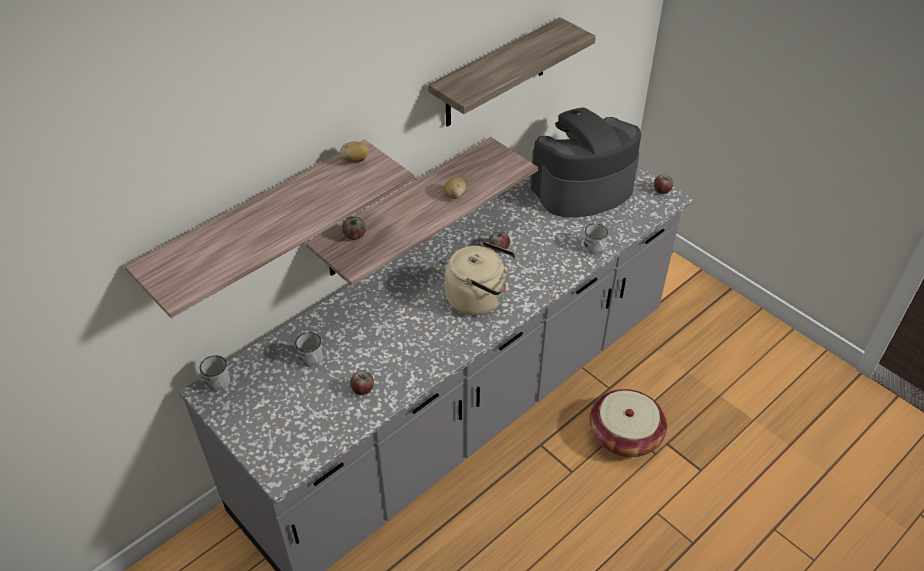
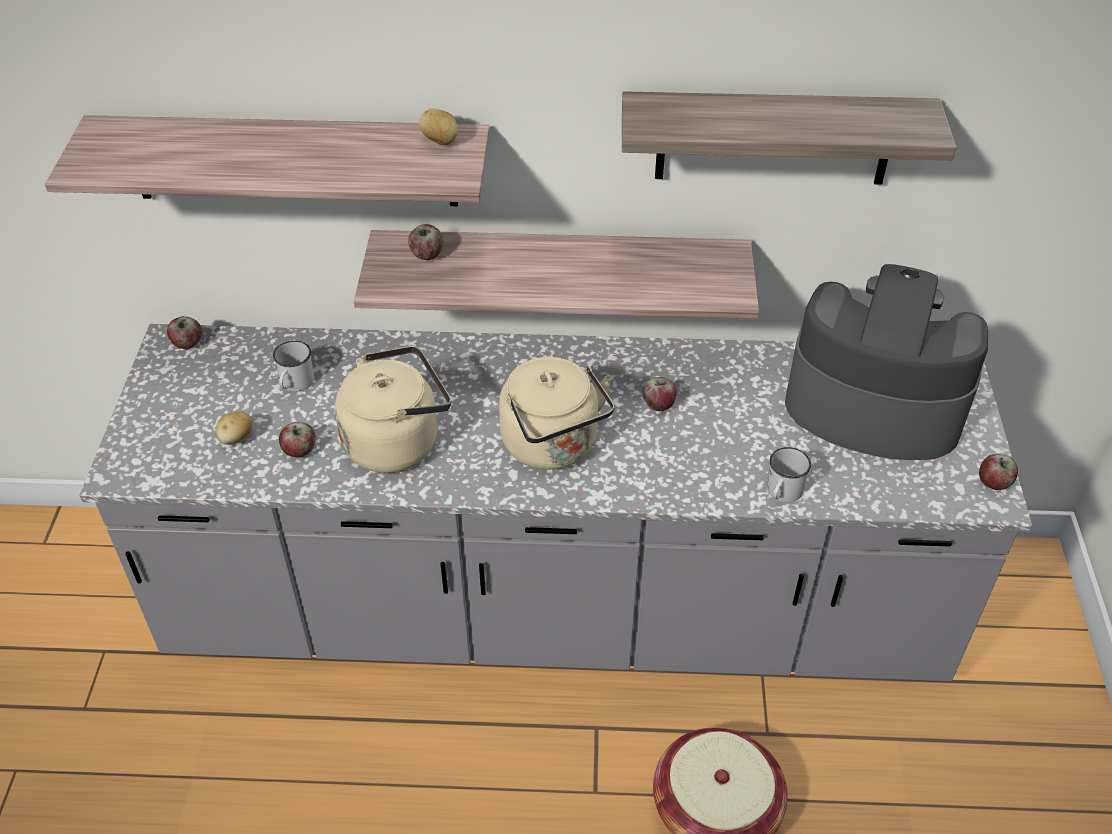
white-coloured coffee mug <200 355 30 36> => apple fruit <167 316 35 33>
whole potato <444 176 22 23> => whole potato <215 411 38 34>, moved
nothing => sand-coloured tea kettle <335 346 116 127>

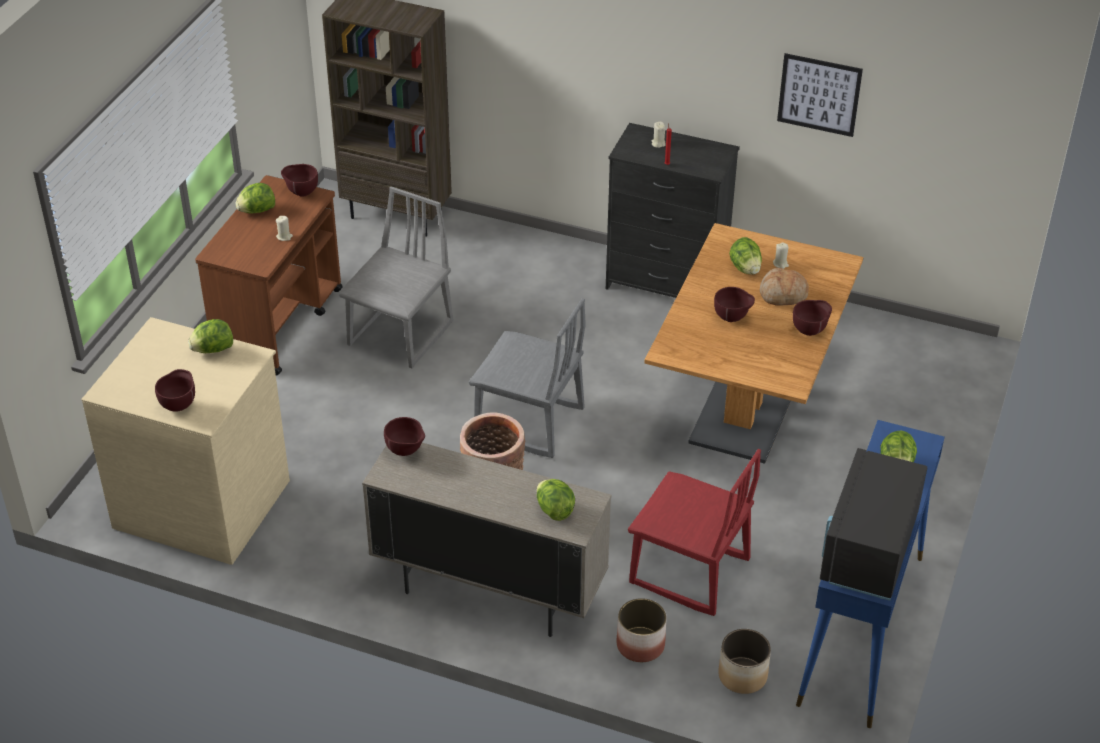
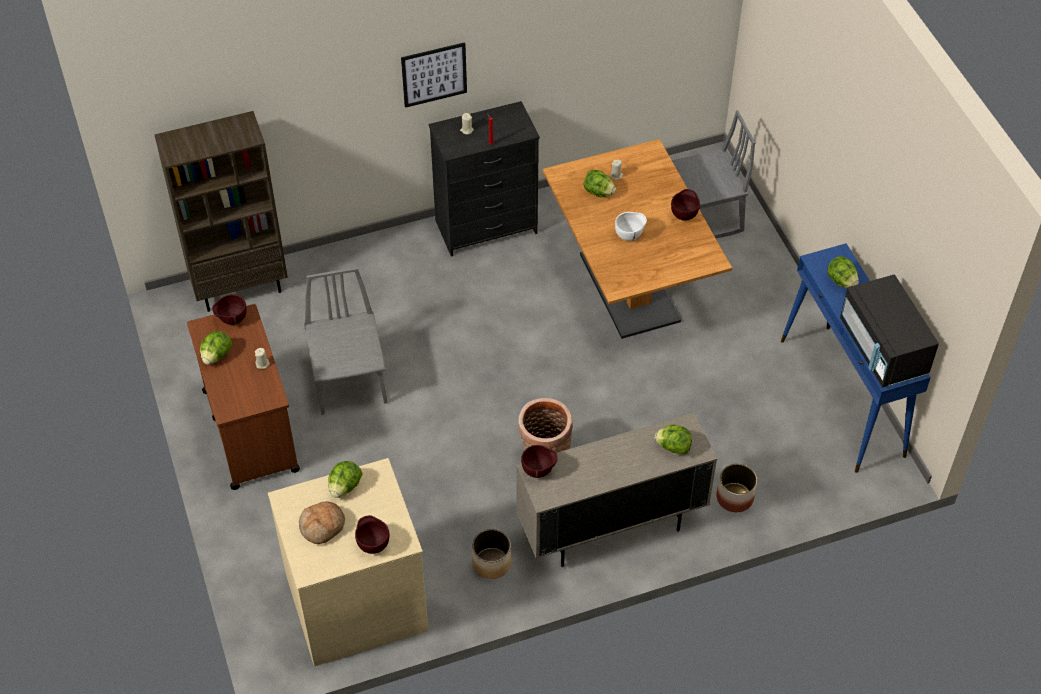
bread <760 268 49 38> => bread <299 501 46 43>, moved
picture <777 53 86 84> => picture <401 42 66 66>, moved
planter <718 629 53 65> => planter <472 529 39 50>, moved
brownish deep dish <714 287 41 35> => white-coloured deep dish <615 212 32 29>
grey plain chair <469 298 117 160> => grey plain chair <672 110 83 128>, moved
red-coloured plain chair <628 449 133 167> => nothing

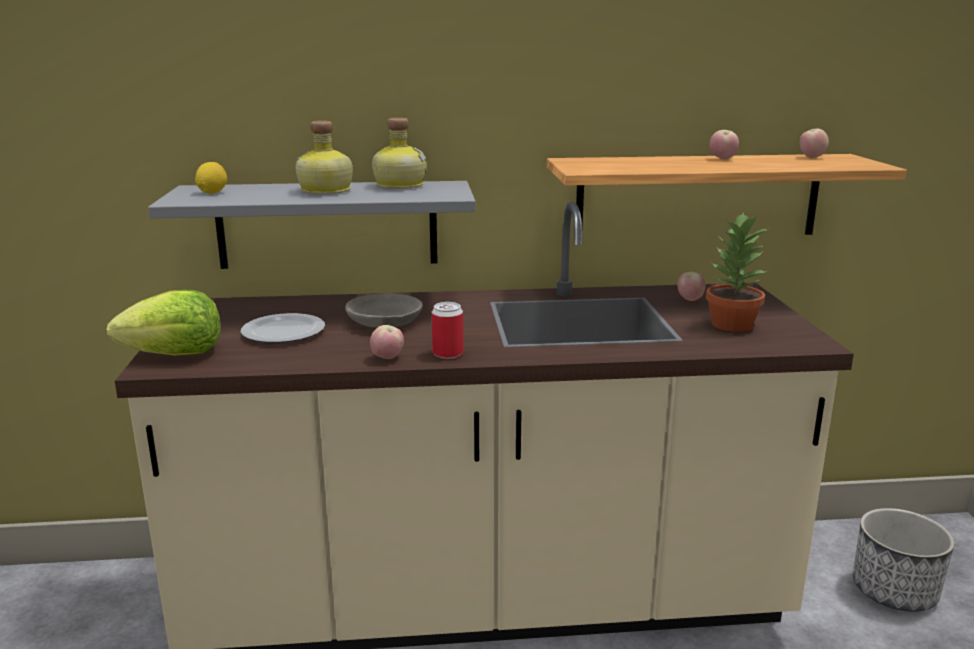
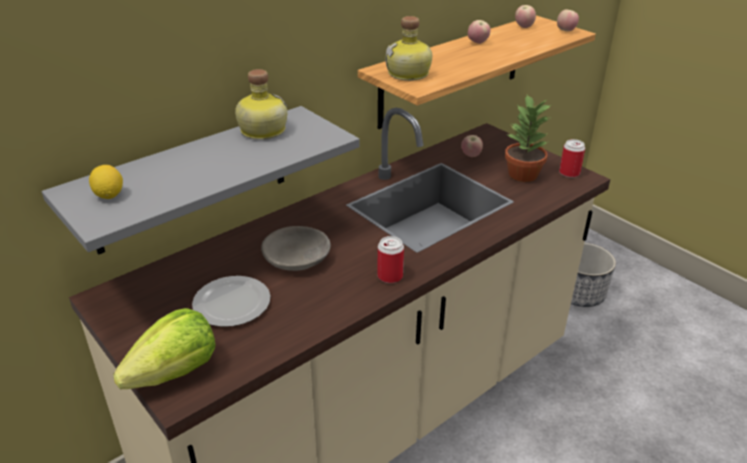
beverage bottle <296 121 57 73> => beverage bottle <385 16 47 65>, moved
apple fruit <370 325 34 34> => apple fruit <557 9 22 22>, moved
nothing => sealed can <559 139 26 39>

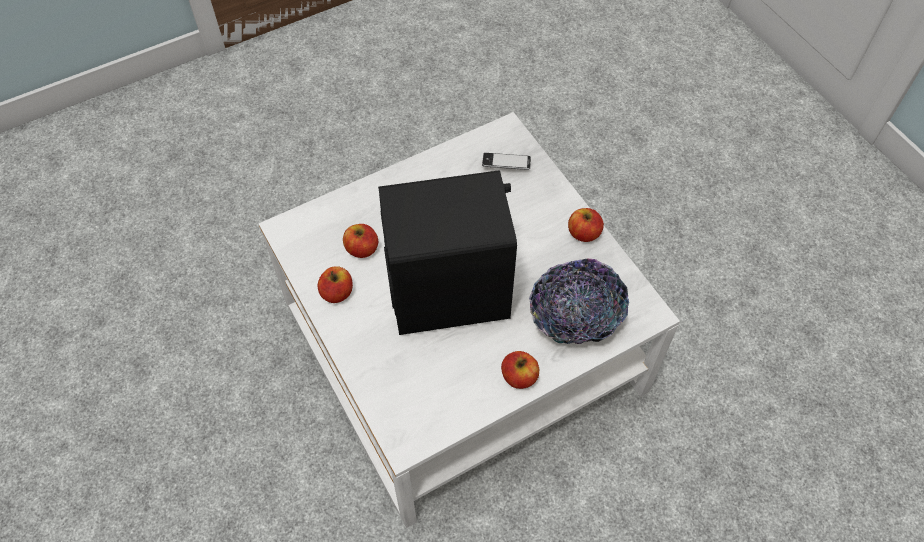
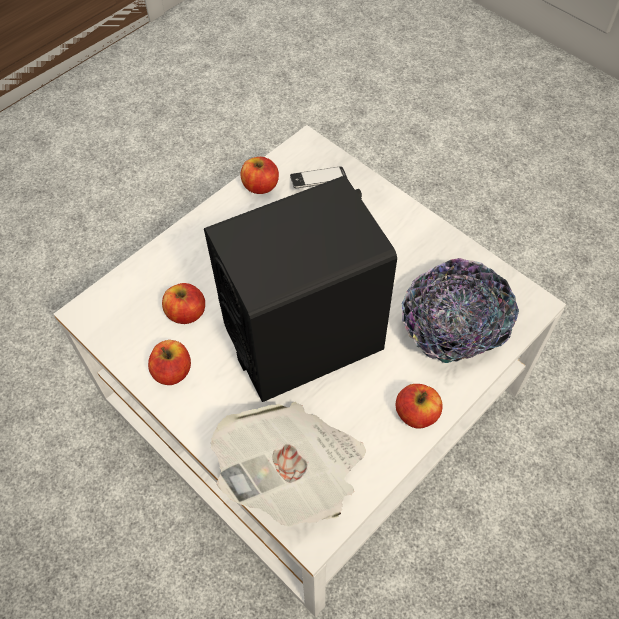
nothing => printed paper <211 402 155 125>
apple fruit <568 208 36 34> => apple fruit <241 157 38 37>, moved

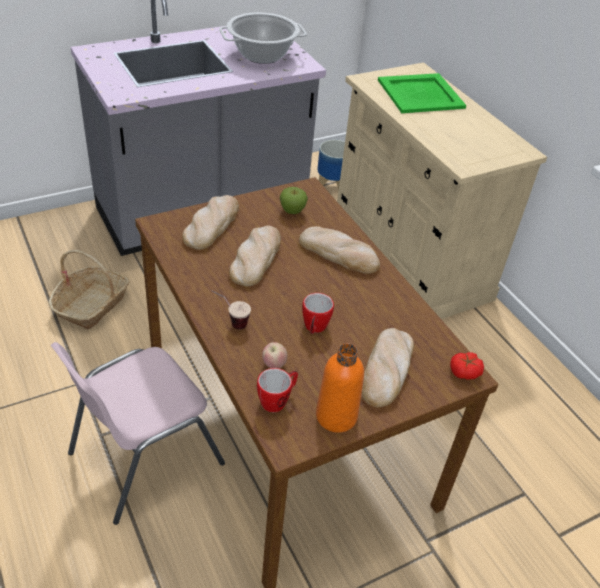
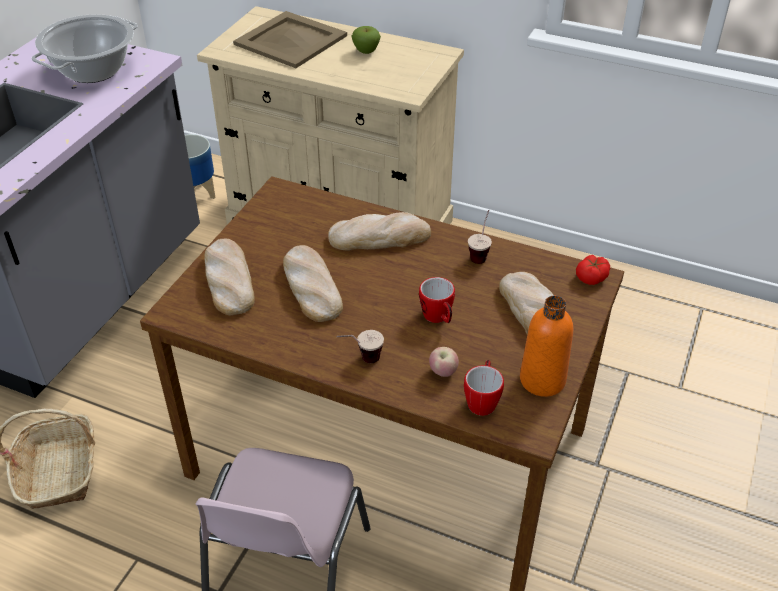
green carrying tray <378 73 89 40> => sand-coloured carrying tray <233 11 114 57>
apple fruit <280 187 28 27> => apple fruit <352 26 29 28>, moved
nothing => drinking cup <468 210 24 54>

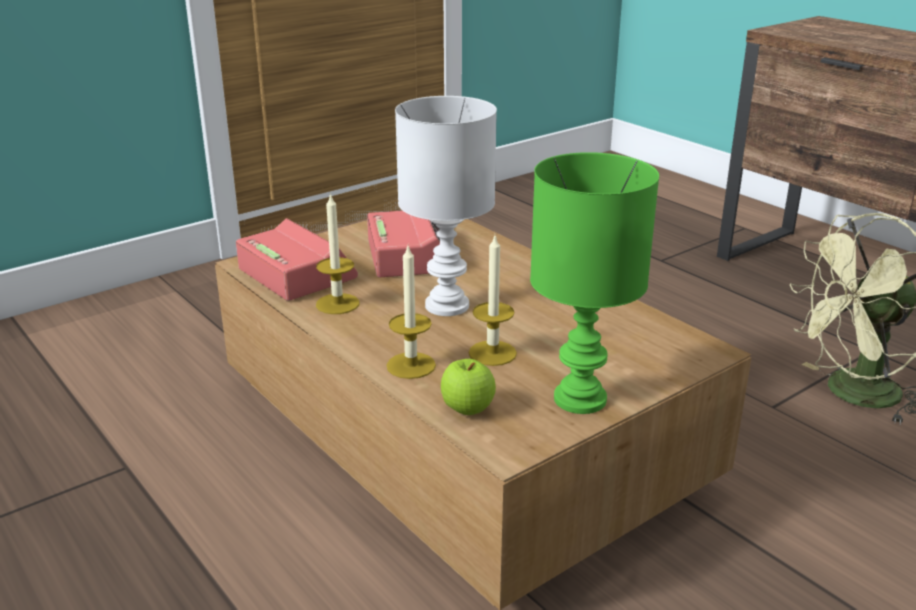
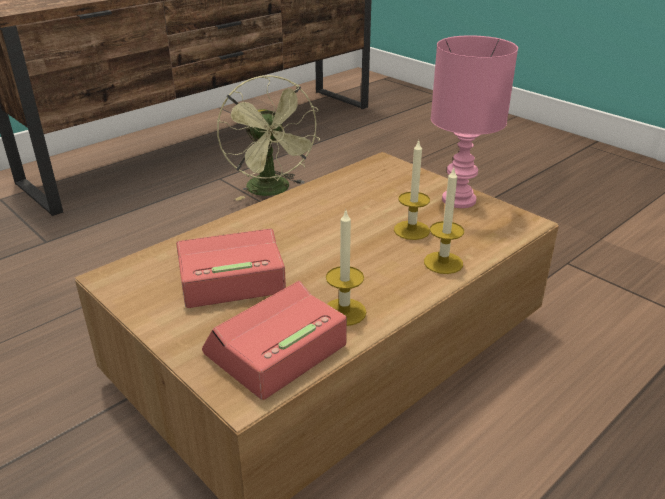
green lamp for a table <530 152 129 262> => pink lamp for a table <431 35 87 173>
white-coloured lamp for a table <395 96 102 220> => nothing
apple fruit <441 359 55 56> => nothing

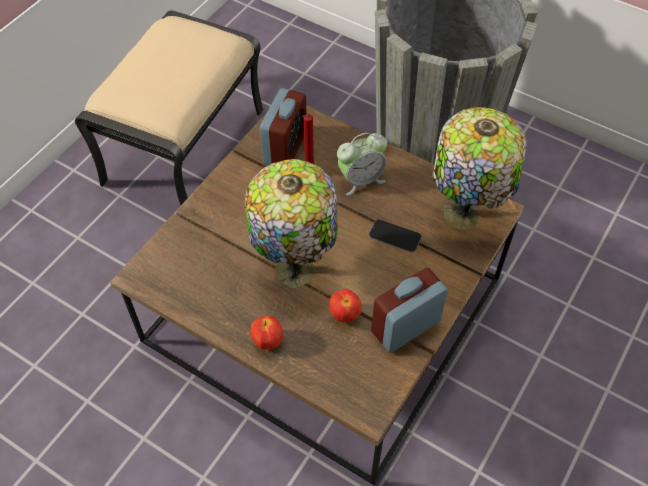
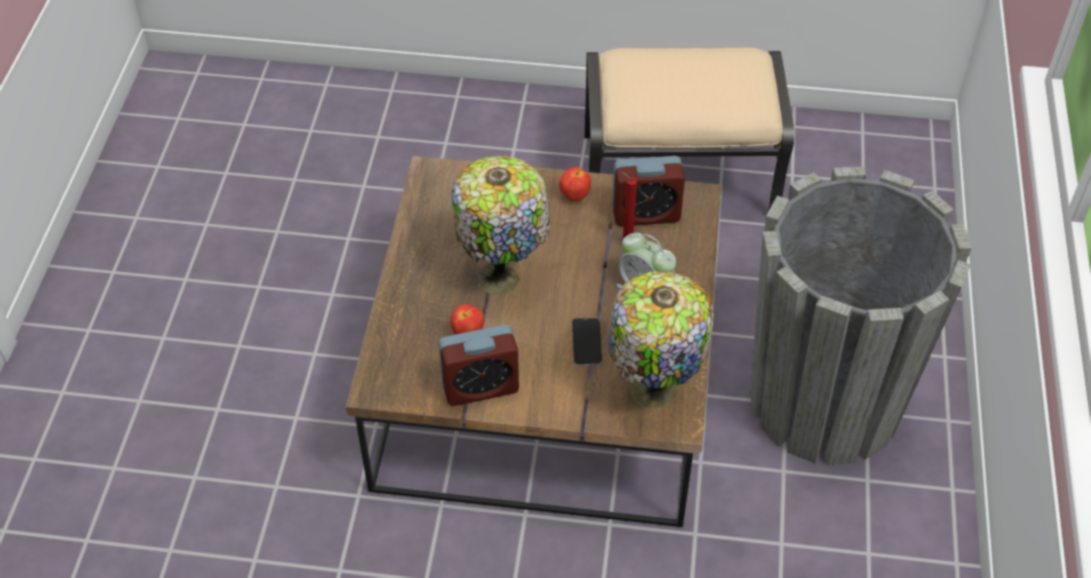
table clock <371 268 77 85> => table clock <438 325 81 81>, 135 degrees clockwise
apple fruit <250 316 33 34> => apple fruit <559 167 32 35>, moved

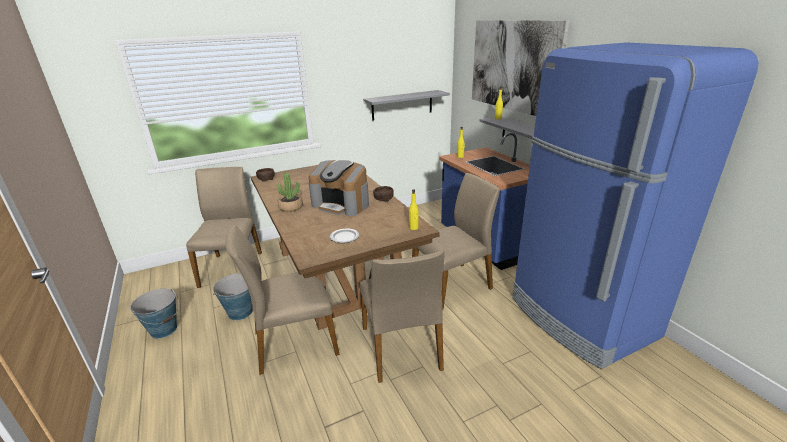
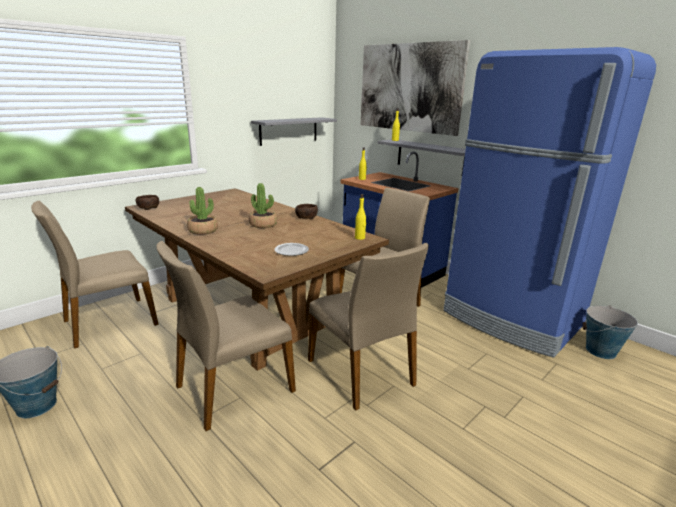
sand-coloured plain chair <186 167 76 121> => sand-coloured plain chair <31 201 128 148>, 105 degrees counterclockwise
coffee maker <309 160 60 56> => potted plant <249 183 28 45>
water bucket <213 273 40 47> => water bucket <582 305 56 54>, moved

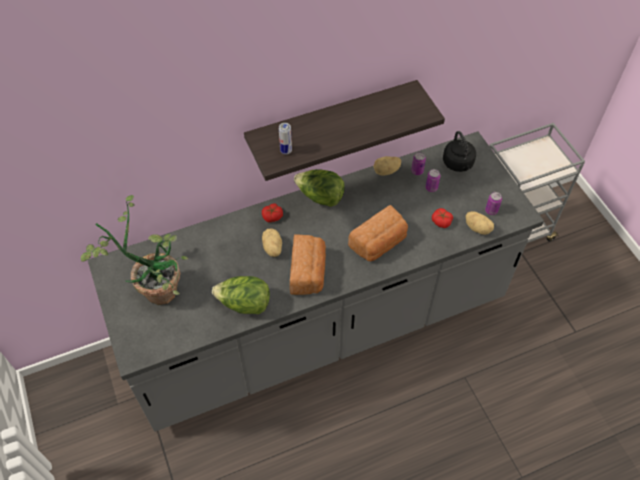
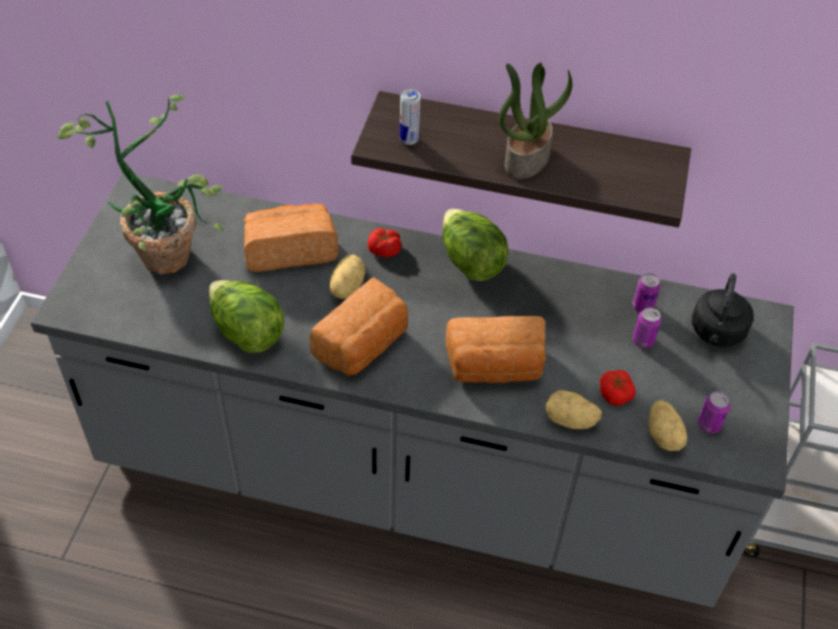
nothing => bread <244 204 94 68>
nothing => potted plant <499 63 73 116>
whole potato <373 156 28 20> => whole potato <545 390 57 39>, moved

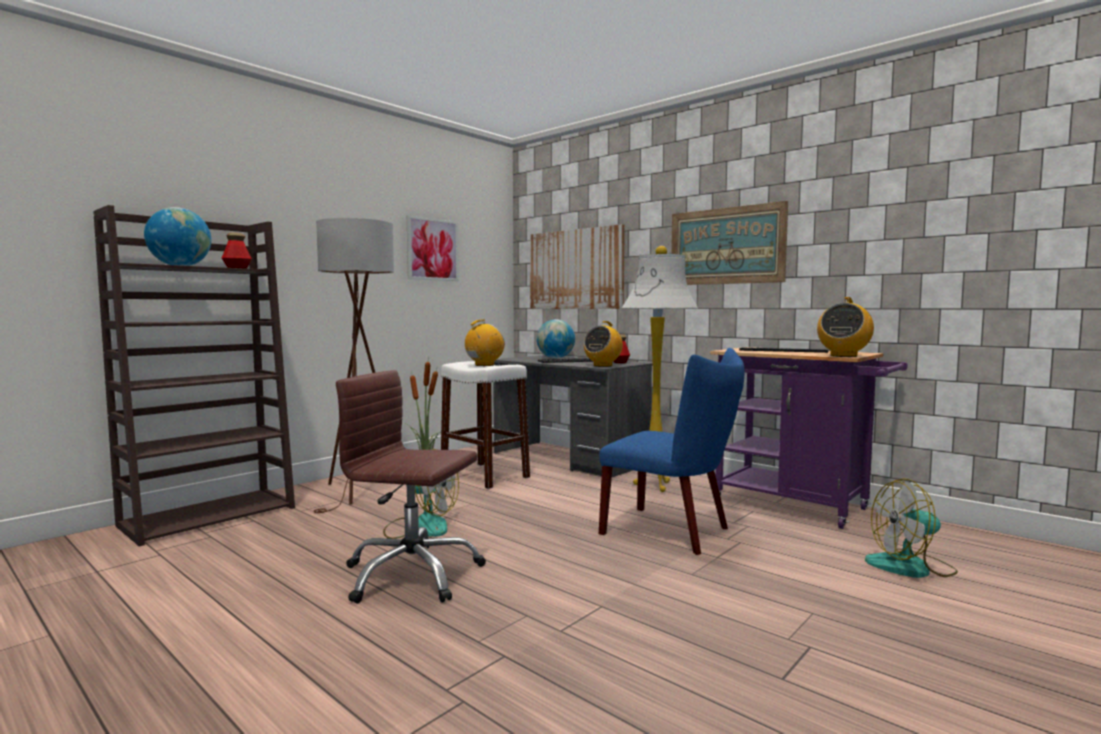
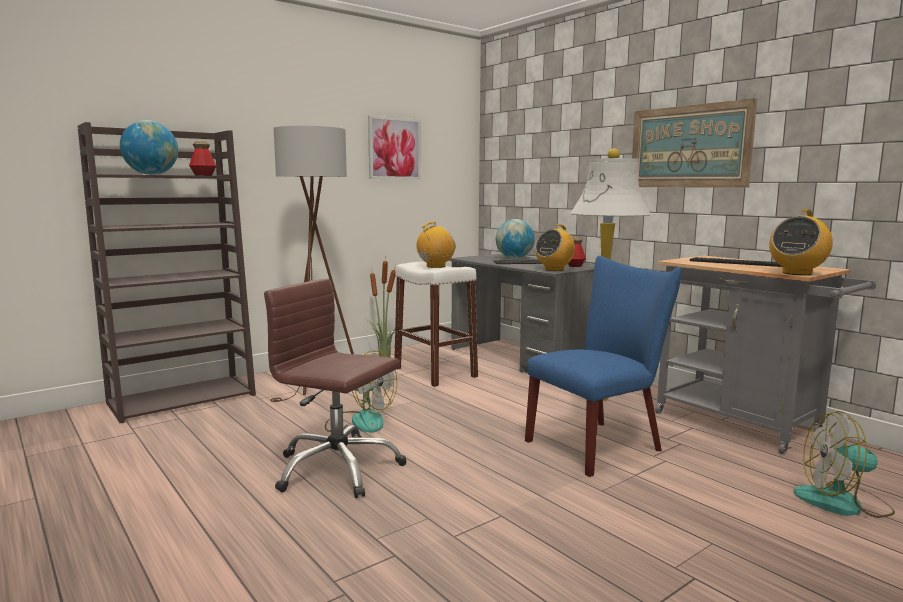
blue plain chair <599 348 146 207> => blue plain chair <525 256 157 221>, 75 degrees counterclockwise
purple wheeled cart <710 347 198 182> => grey wheeled cart <655 256 221 198>
picture <530 224 95 85> => nothing

